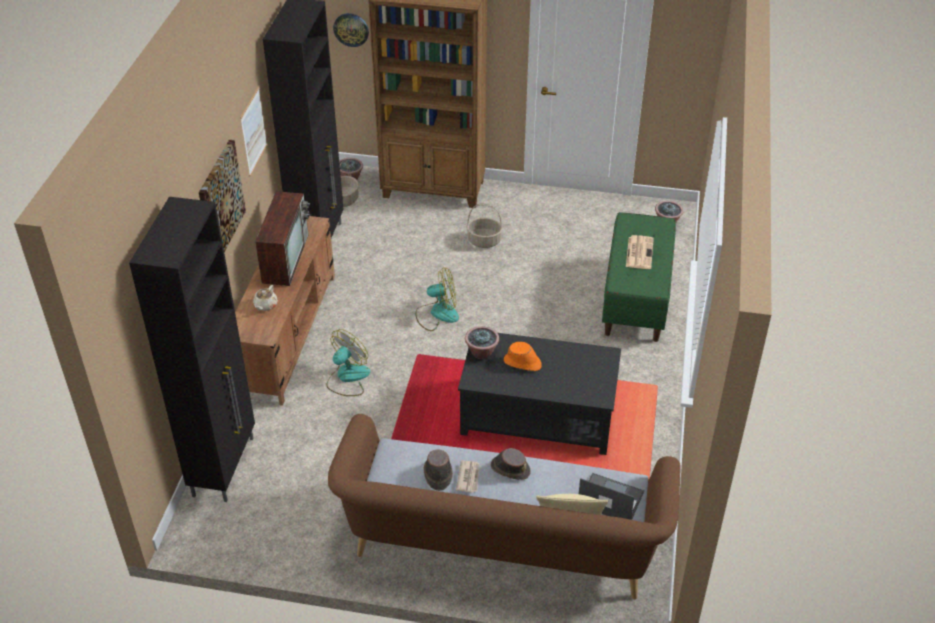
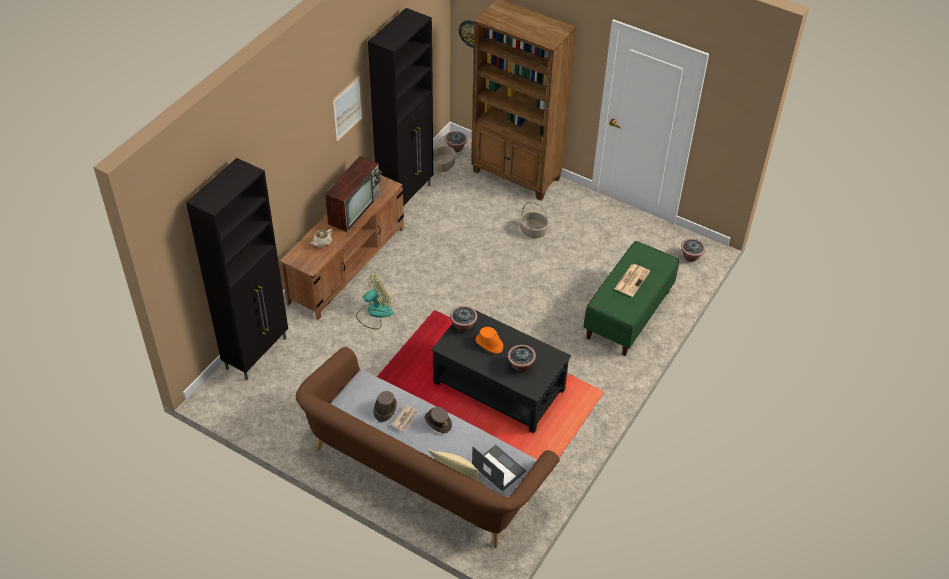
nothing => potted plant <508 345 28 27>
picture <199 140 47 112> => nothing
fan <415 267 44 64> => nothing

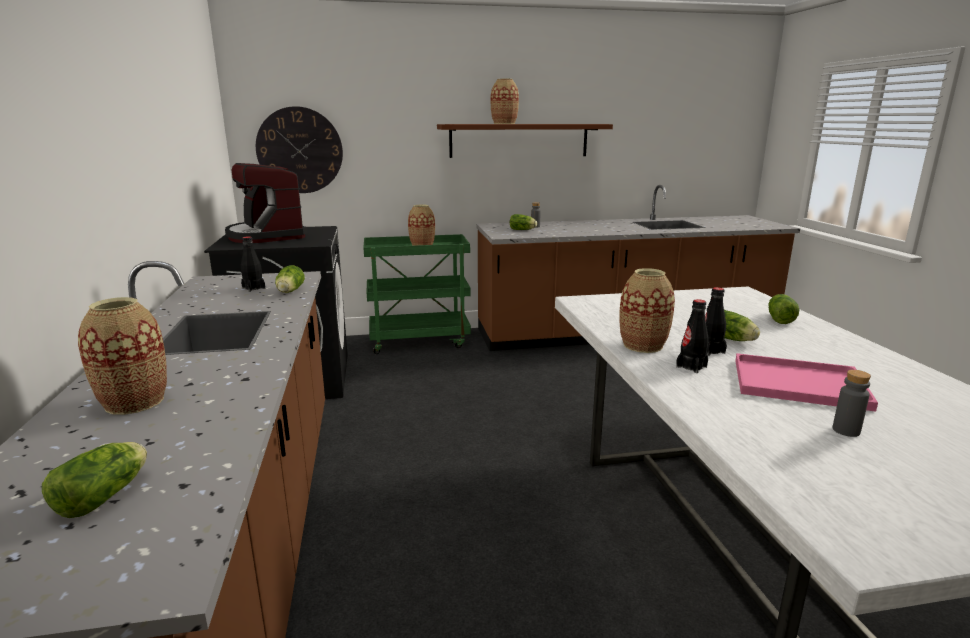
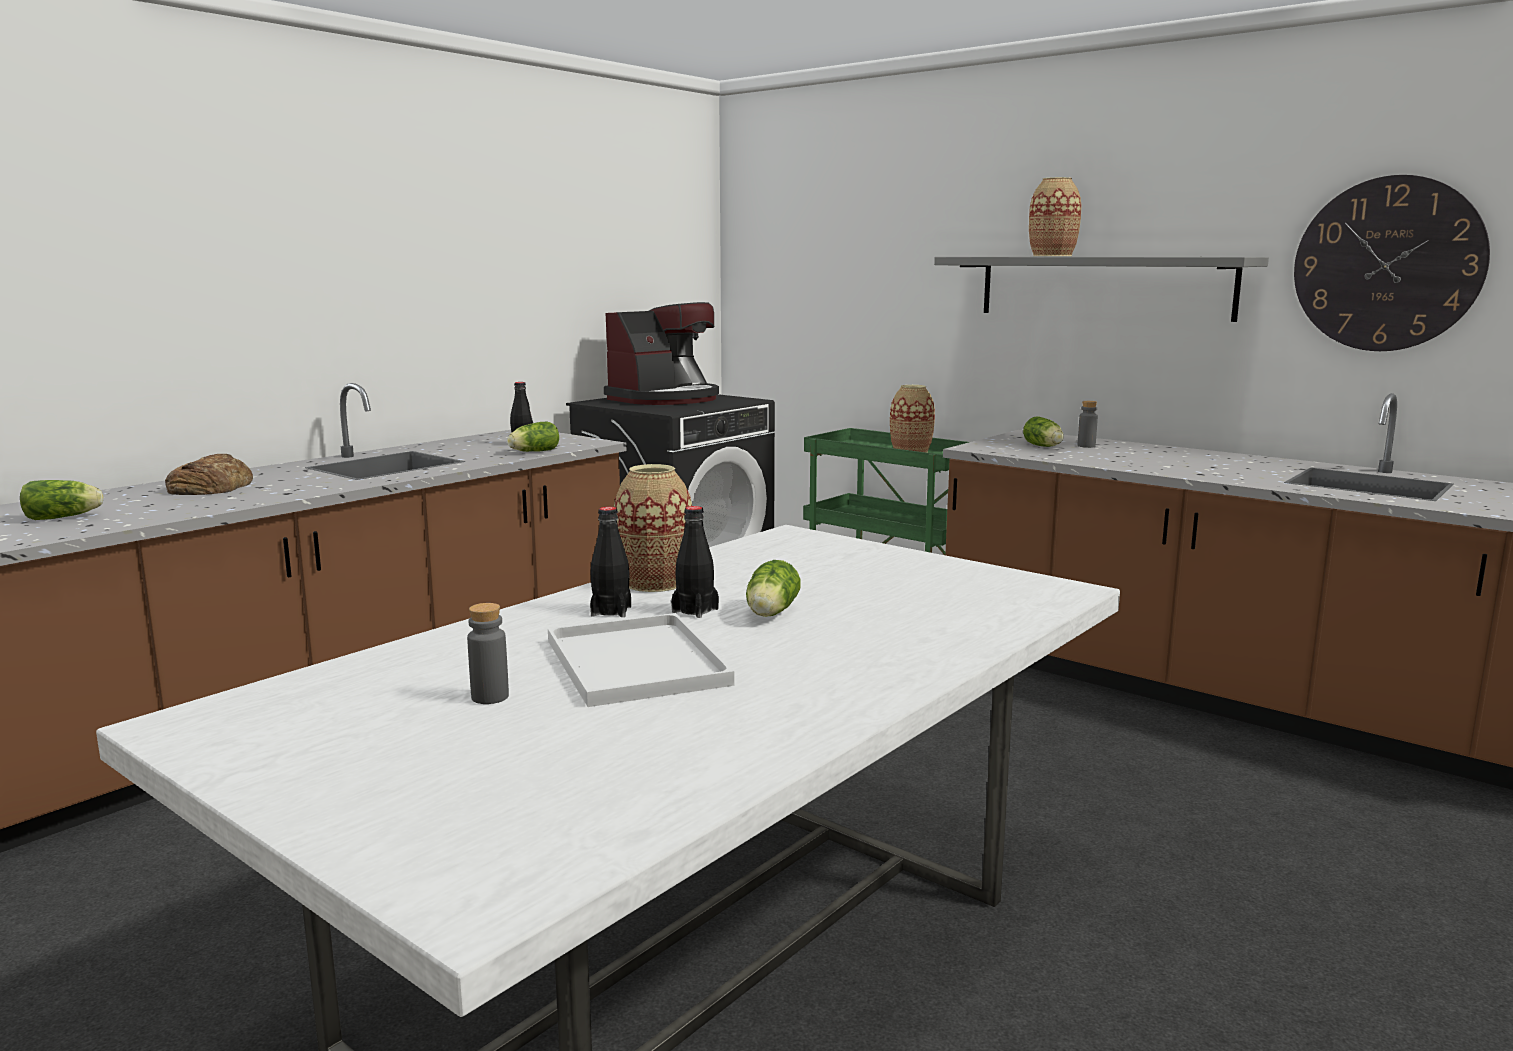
flower vase <78 297 89 118> => bread <165 454 88 41>
pink carrying tray <735 353 143 59> => white-coloured carrying tray <548 613 187 94>
coffee maker <225 163 82 80> => coffee maker <604 302 115 103>, 150 degrees counterclockwise
brownish wall shelf <437 124 176 34> => grey wall shelf <934 257 335 65>
clock on the wall <256 106 87 87> => clock on the wall <1294 175 196 176>, moved
lettuce head <768 294 31 30> => nothing

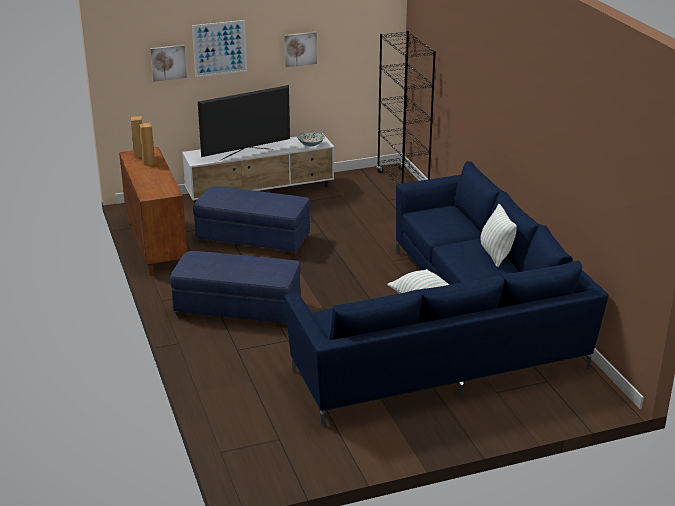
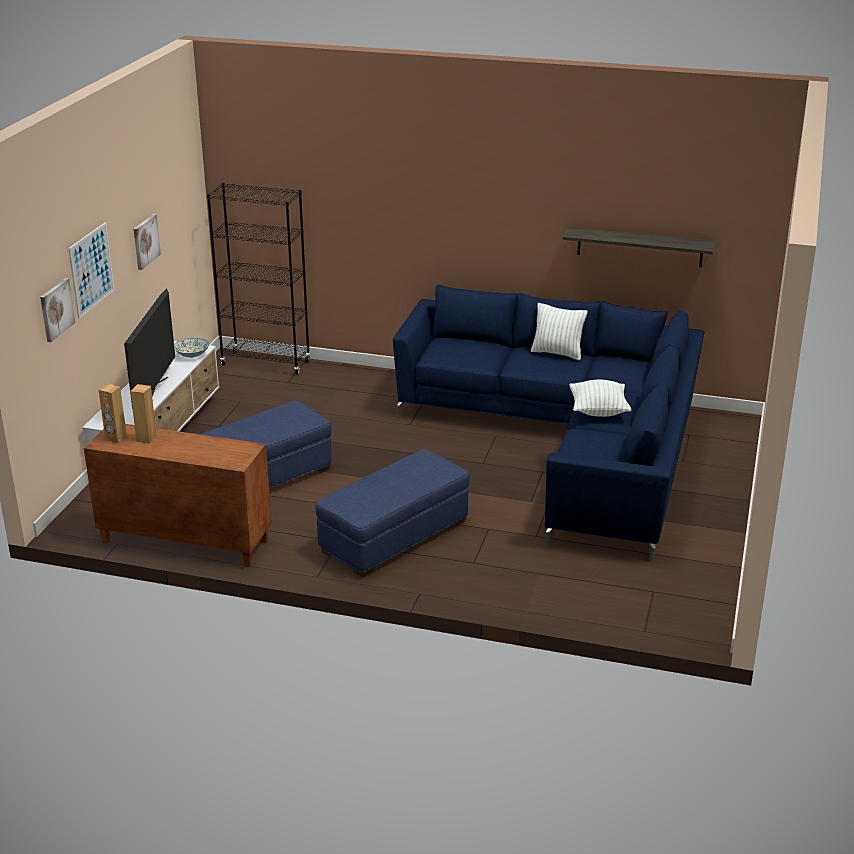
nothing => wall shelf <563 227 153 40>

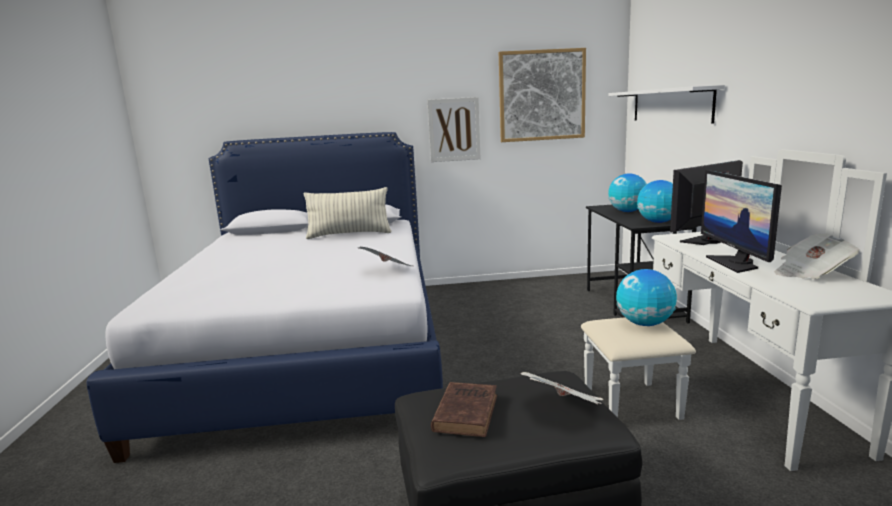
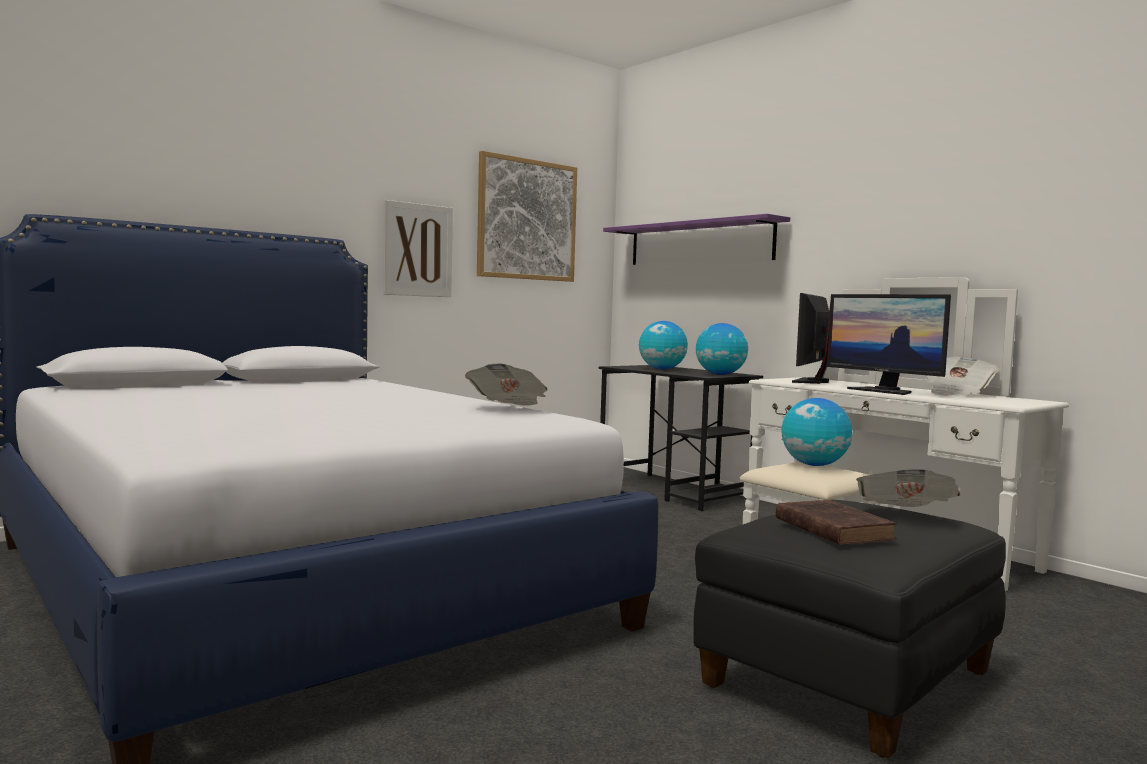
white-coloured wall shelf <608 85 117 38> => purple wall shelf <603 214 187 51>
pillow <304 187 88 52> => nothing

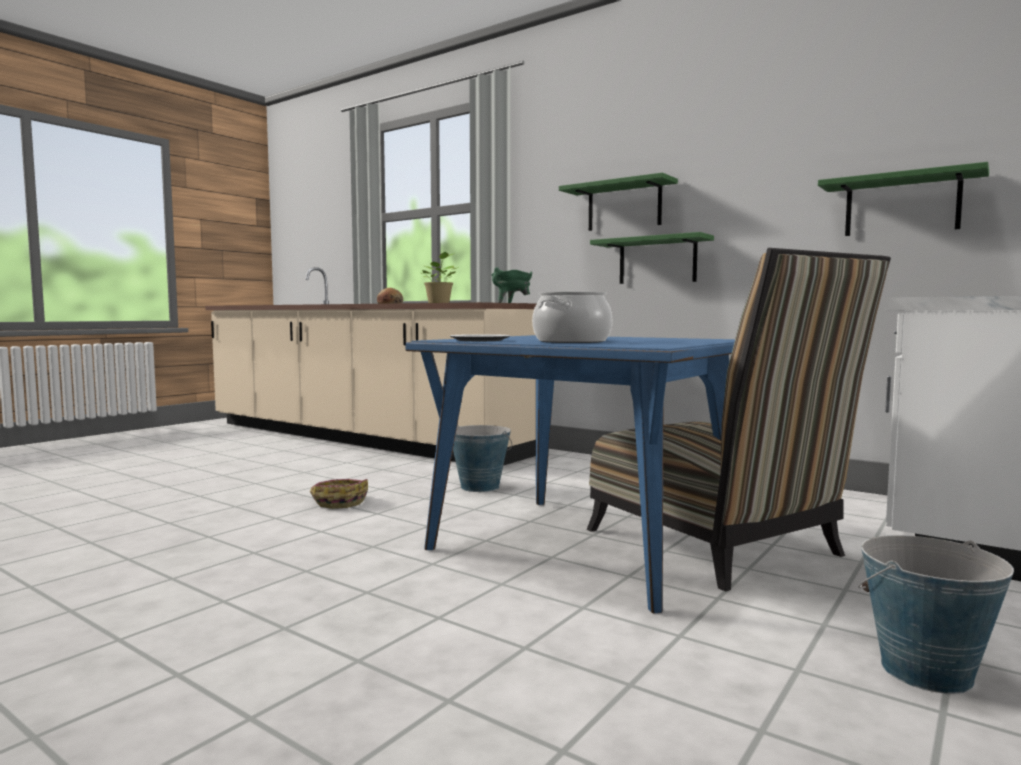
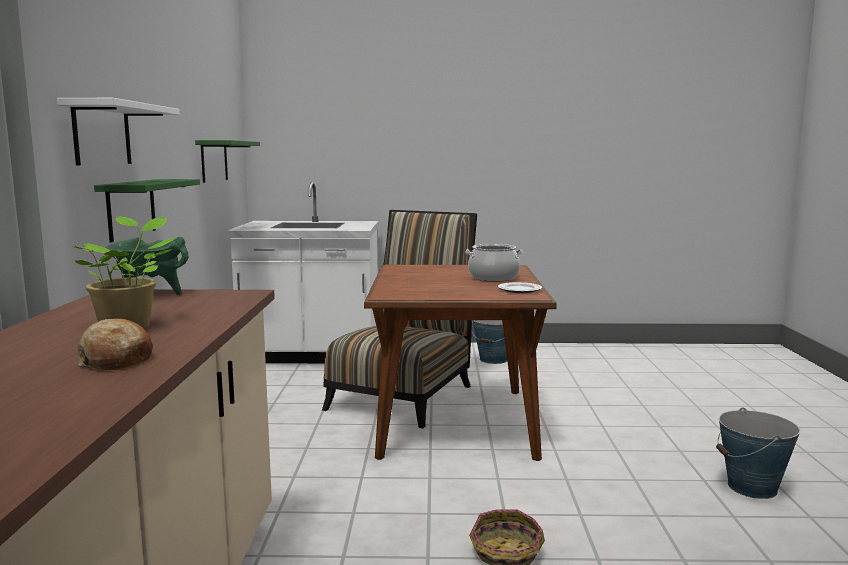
green wall shelf <559 173 119 58> => white-coloured wall shelf <57 98 123 68>
blue dining table <405 335 330 278> => brownish dining table <364 265 193 196>
water bucket <453 425 59 67> => water bucket <716 407 84 92>, moved

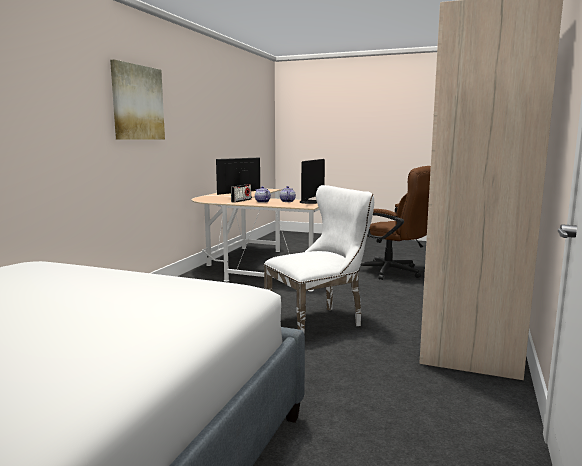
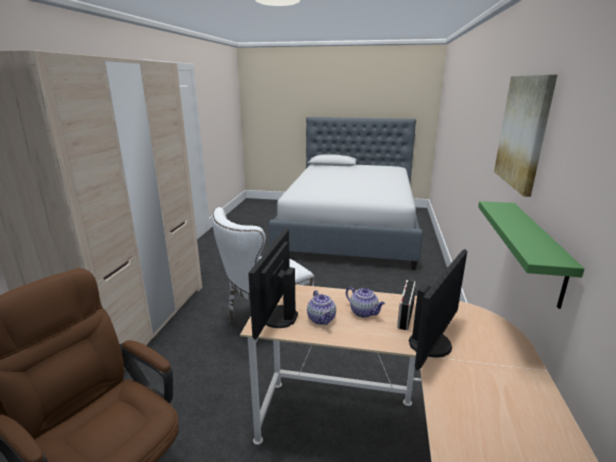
nothing => green wall shelf <478 201 106 108>

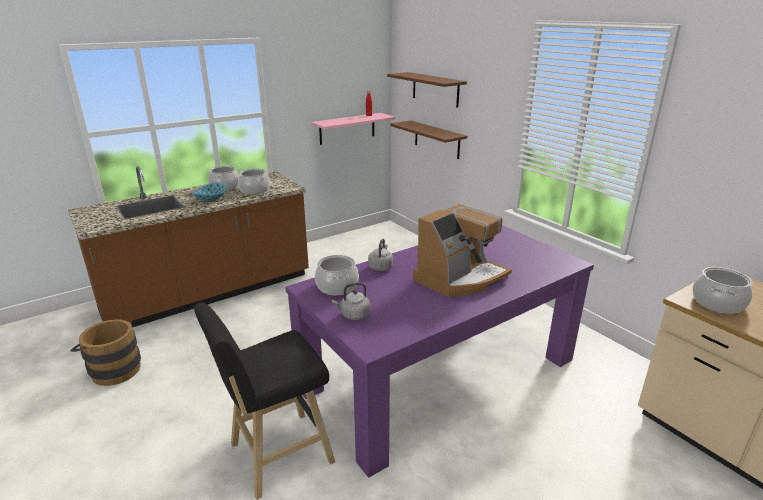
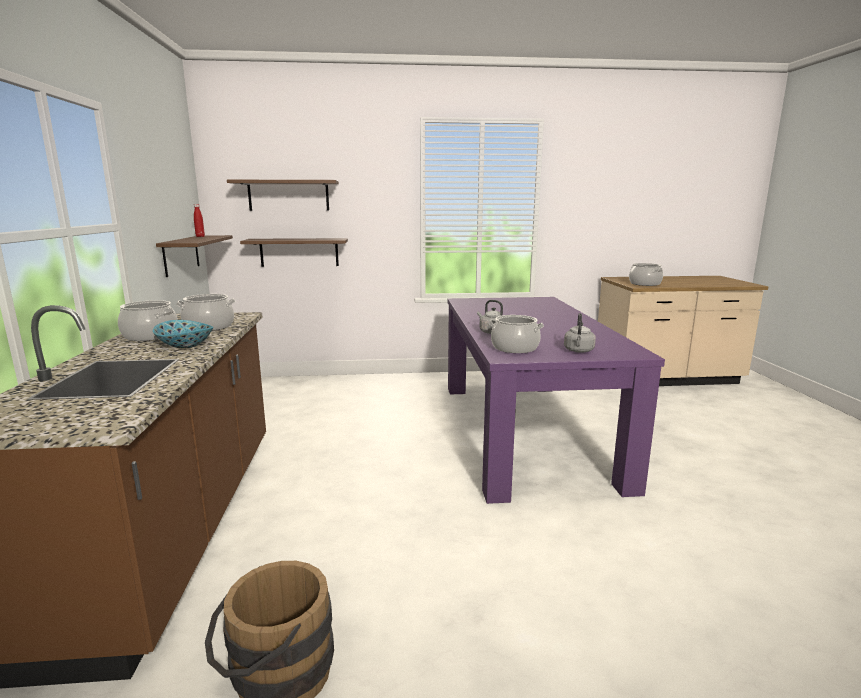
pink wall shelf <311 113 84 32> => brownish wall shelf <156 235 77 42>
blackish stool <194 303 141 197> => nothing
coffee maker <413 204 99 93> => nothing

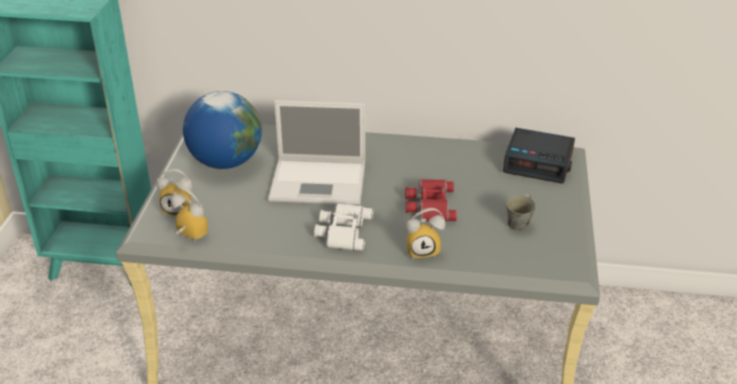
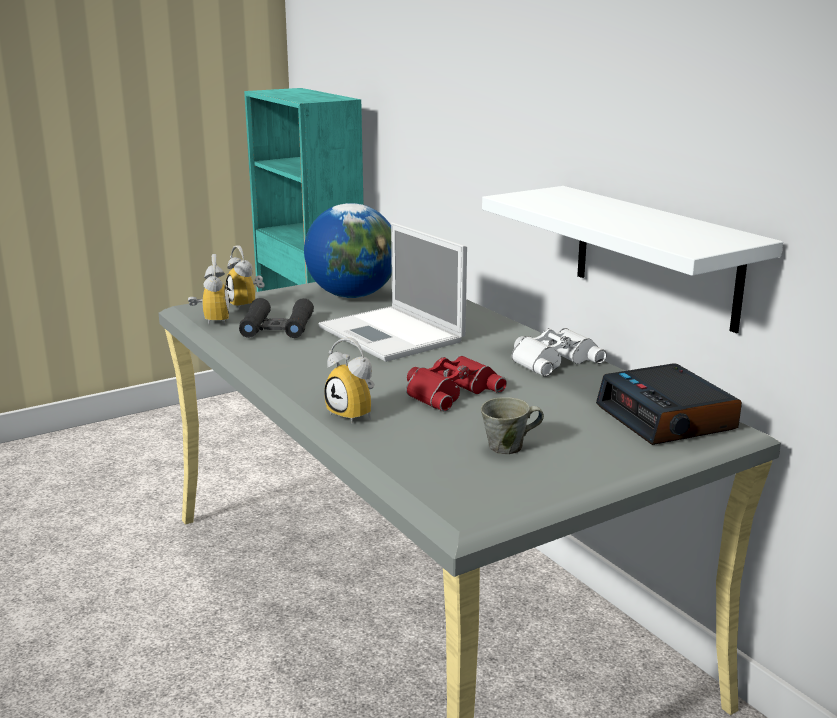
nothing => blackish binoculars <239 298 75 40>
nothing => white-coloured wall shelf <482 186 301 147>
white-coloured binoculars <314 203 59 48> => white-coloured binoculars <512 328 95 49>, moved

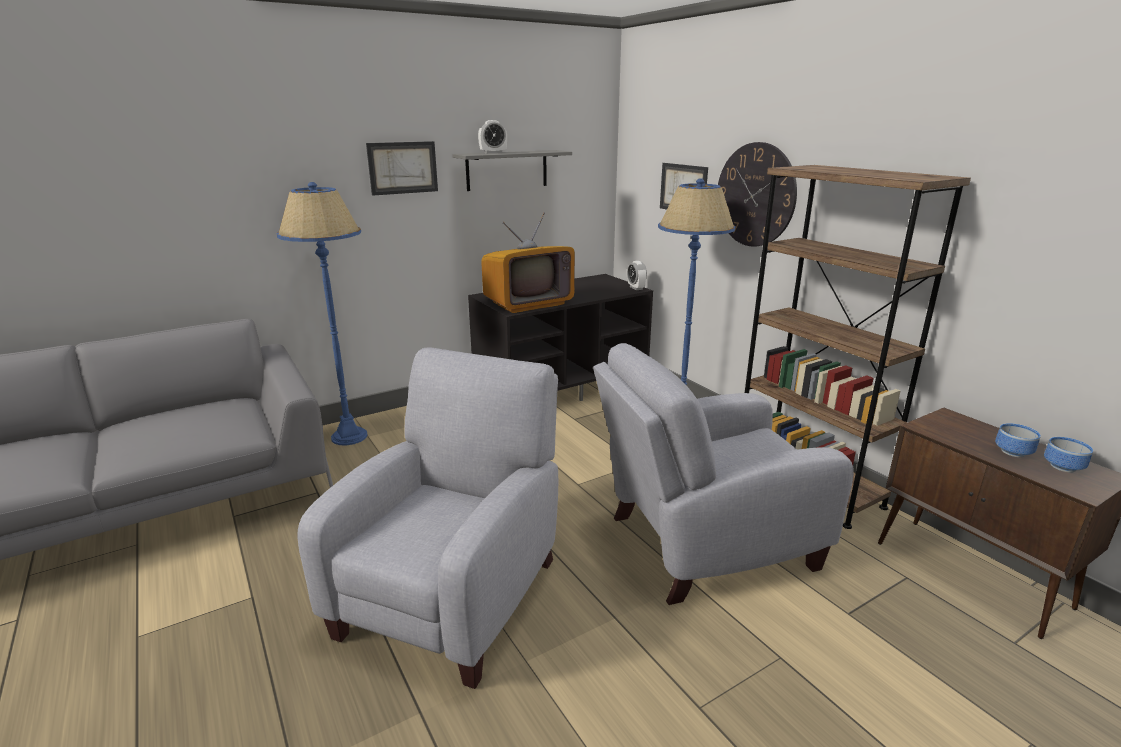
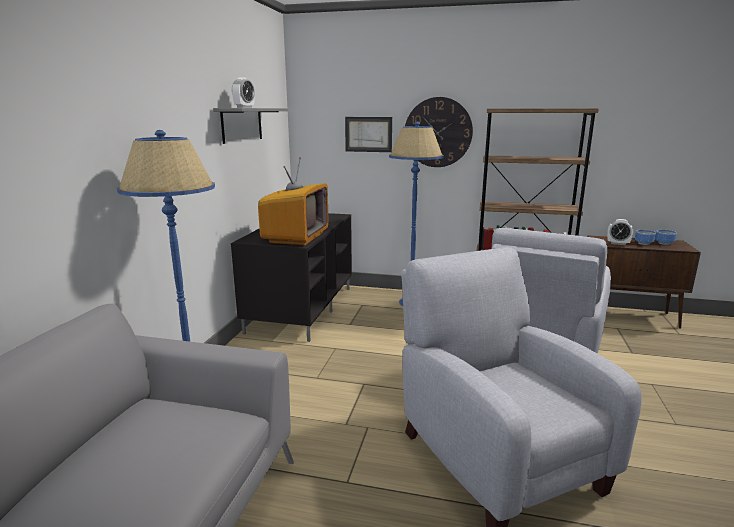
table clock <627 261 20 29> => table clock <607 219 26 26>, moved
picture <366 141 72 55> => nothing

